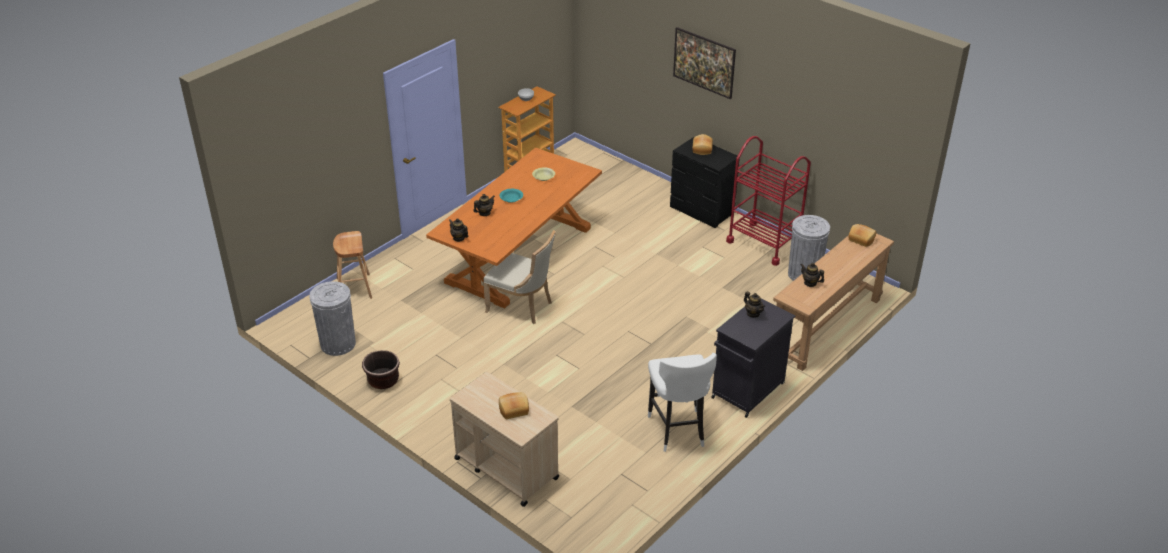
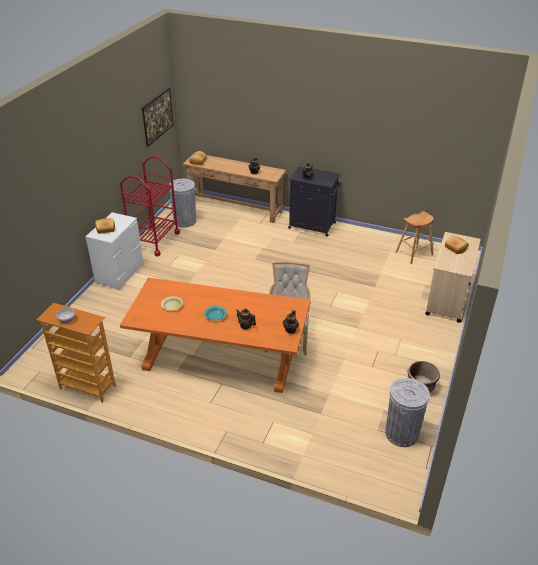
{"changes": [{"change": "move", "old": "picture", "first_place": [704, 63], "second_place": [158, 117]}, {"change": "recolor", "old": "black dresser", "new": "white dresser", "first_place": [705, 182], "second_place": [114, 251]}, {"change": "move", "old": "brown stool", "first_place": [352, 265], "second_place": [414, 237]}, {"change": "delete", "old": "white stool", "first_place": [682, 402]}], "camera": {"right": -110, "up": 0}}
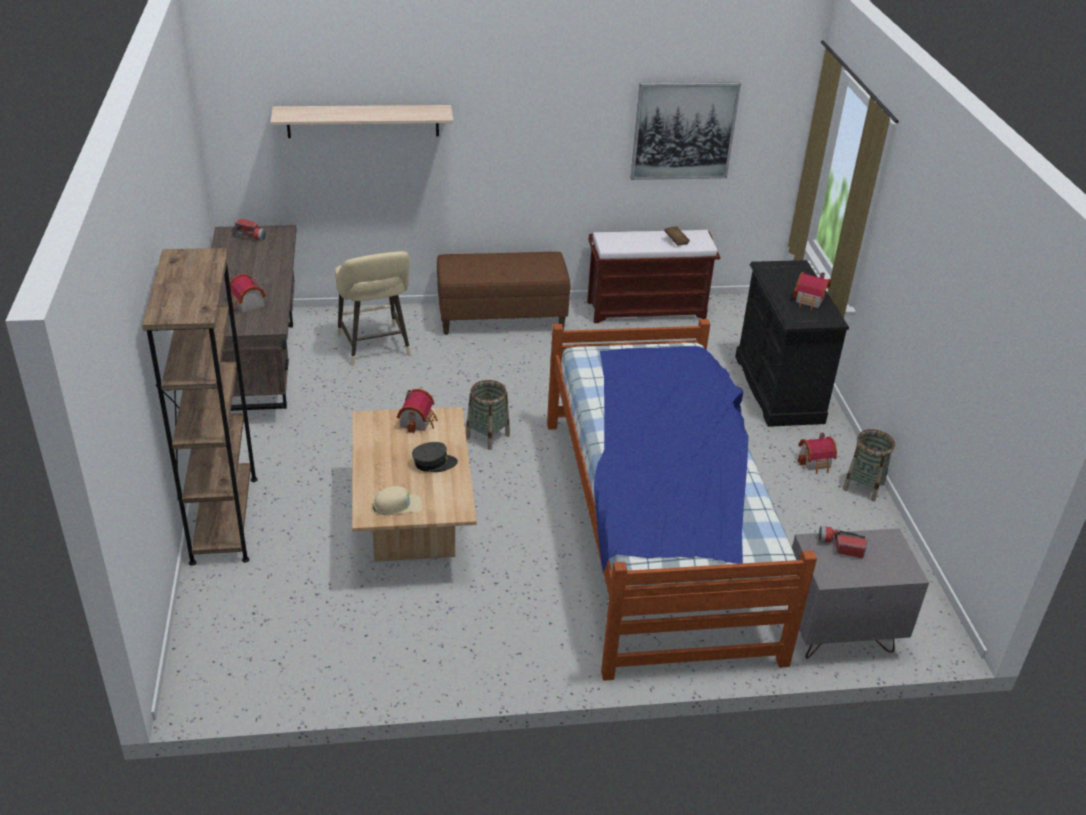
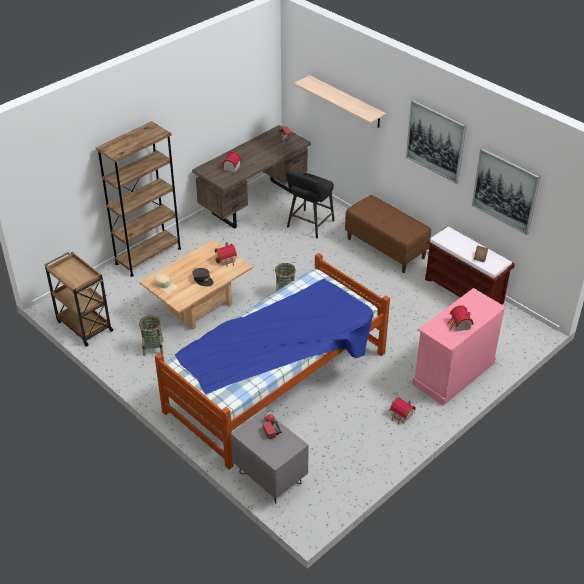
{"changes": [{"change": "recolor", "old": "beige stool", "new": "black stool", "first_place": [373, 308], "second_place": [310, 204]}, {"change": "recolor", "old": "black dresser", "new": "pink dresser", "first_place": [792, 343], "second_place": [459, 347]}, {"change": "move", "old": "basket", "first_place": [869, 465], "second_place": [151, 335]}, {"change": "insert", "new": "picture", "second_place": [436, 142]}, {"change": "insert", "new": "brown cart", "second_place": [79, 299]}], "camera": {"right": 55, "up": 5}}
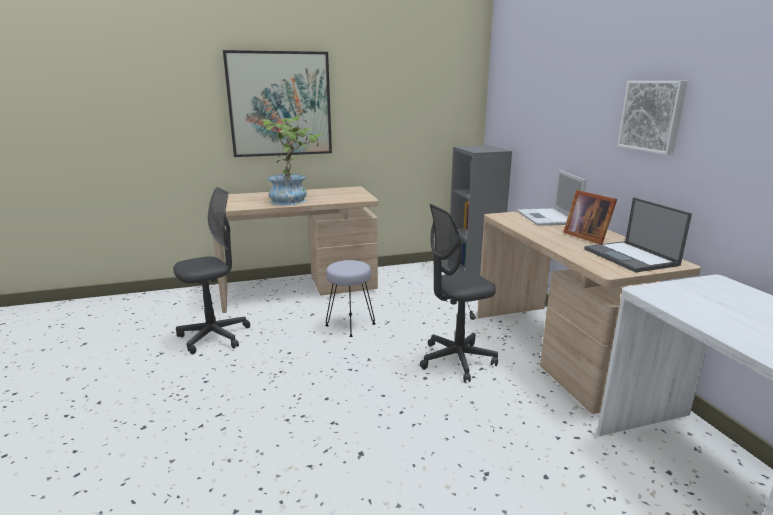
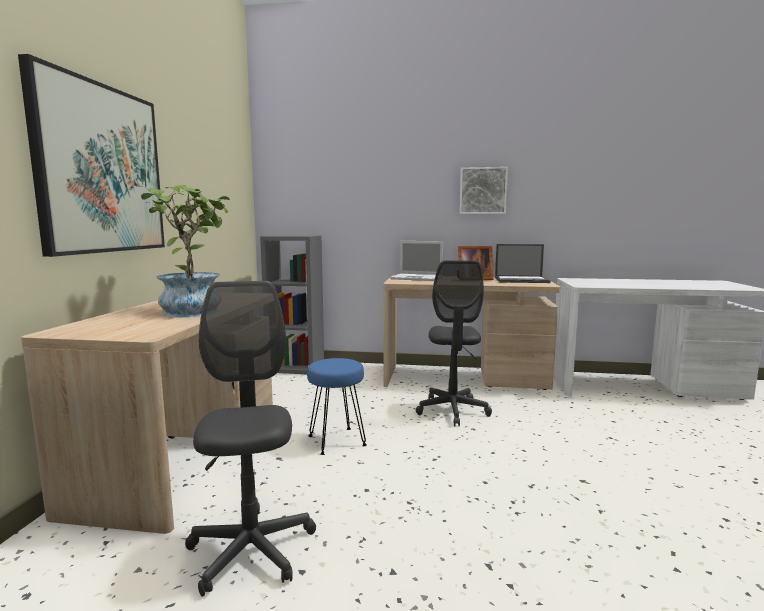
{"changes": [{"change": "recolor", "old": "grey stool", "new": "blue stool", "first_place": [350, 298], "second_place": [337, 406]}], "camera": {"right": -65, "up": -10}}
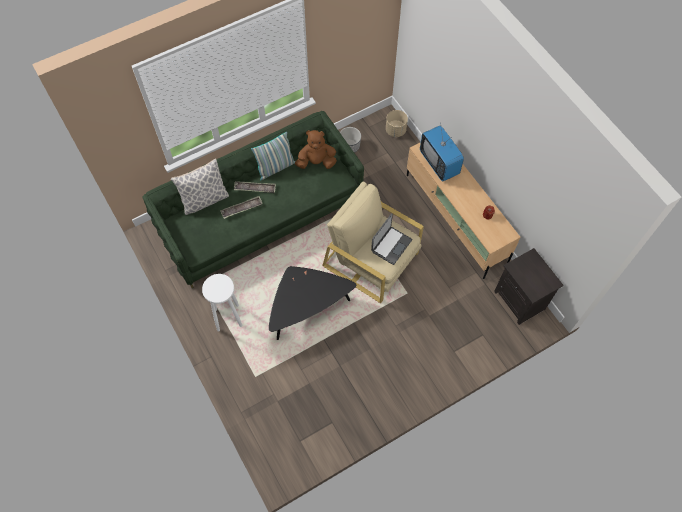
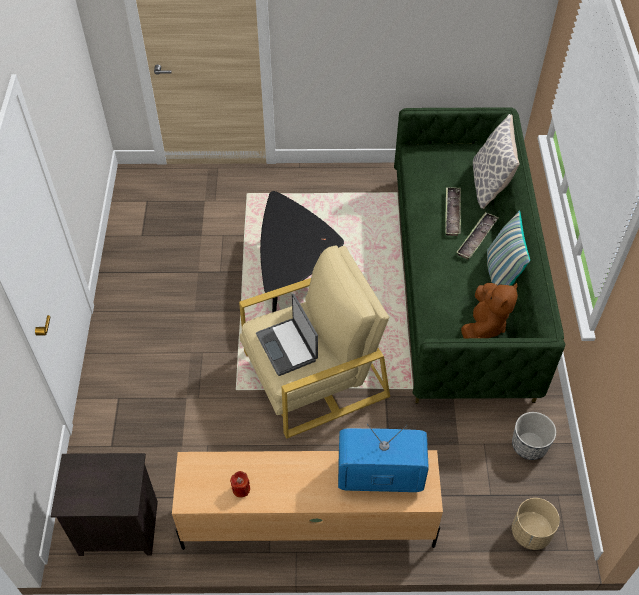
{"changes": [{"change": "delete", "old": "white stool", "first_place": [222, 303]}], "camera": {"right": 120, "up": -10}}
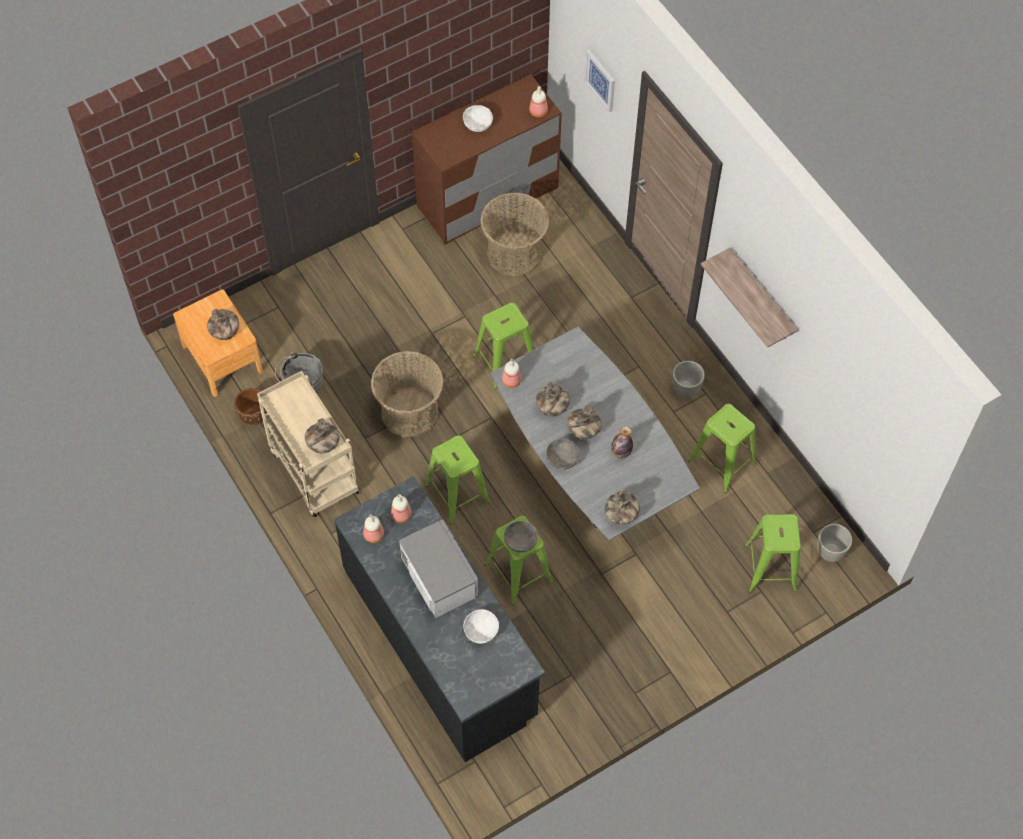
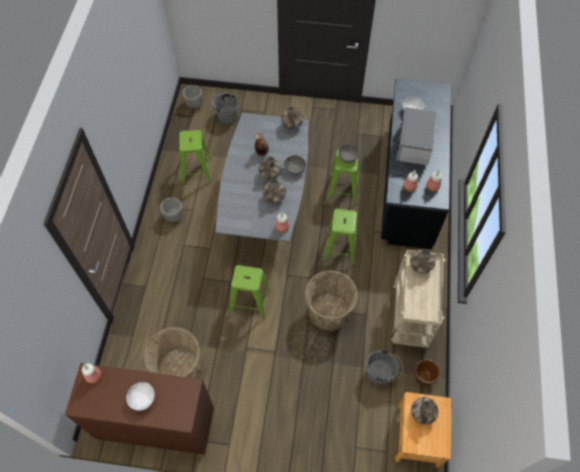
{"changes": [{"change": "delete", "old": "picture", "first_place": [599, 81]}, {"change": "delete", "old": "shelf", "first_place": [749, 298]}, {"change": "replace", "old": "green stool", "new": "grey bucket", "first_place": [773, 553], "second_place": [224, 107]}], "camera": {"right": -140, "up": 0}}
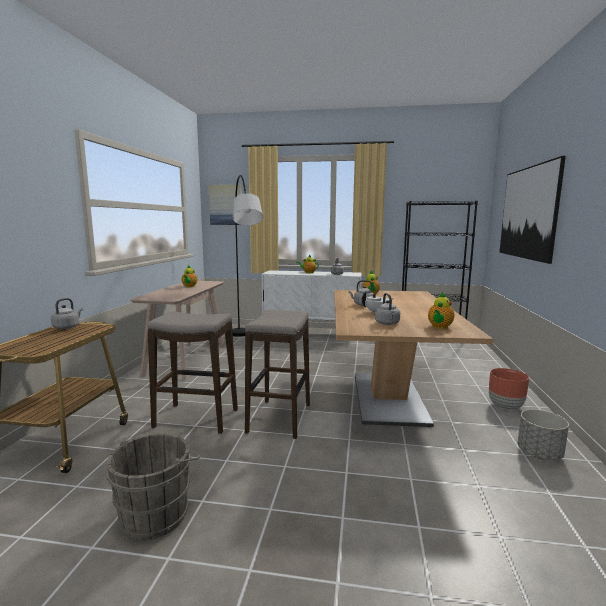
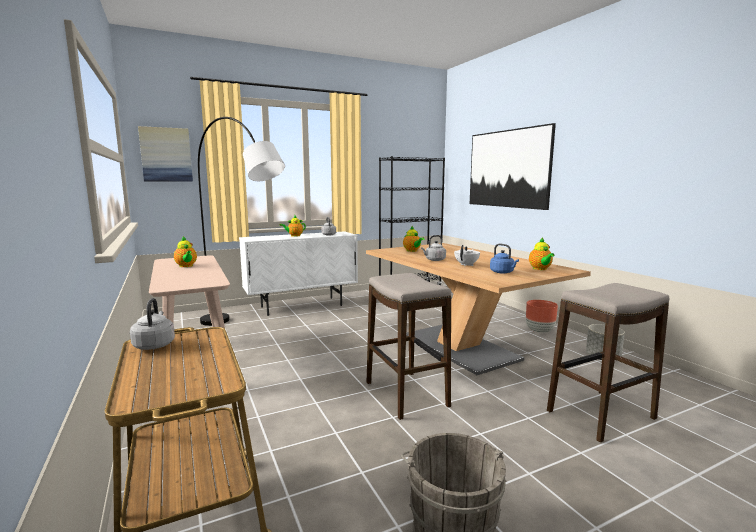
{"changes": [{"change": "recolor", "old": "grey kettle", "new": "blue kettle", "first_place": [387, 309], "second_place": [504, 259]}, {"change": "move", "old": "stool", "first_place": [193, 373], "second_place": [608, 362]}], "camera": {"right": -35, "up": 0}}
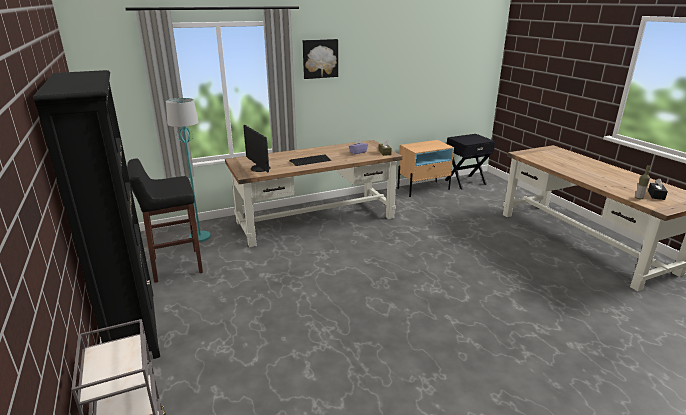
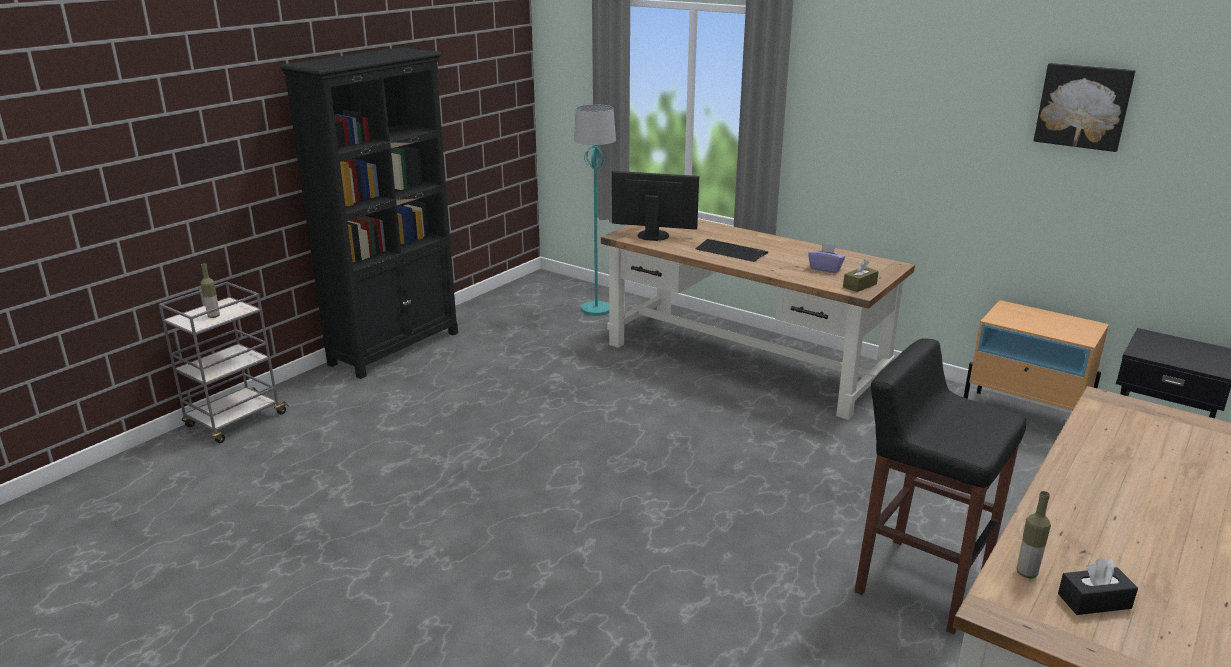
{"changes": [{"change": "move", "old": "picture", "first_place": [320, 59], "second_place": [1085, 107]}, {"change": "rotate", "old": "monitor", "first_place": [257, 148], "second_place": [655, 206], "degrees": 75}, {"change": "move", "old": "black stool", "first_place": [165, 220], "second_place": [940, 486]}, {"change": "insert", "new": "bottle", "second_place": [210, 290]}], "camera": {"right": 60, "up": 0}}
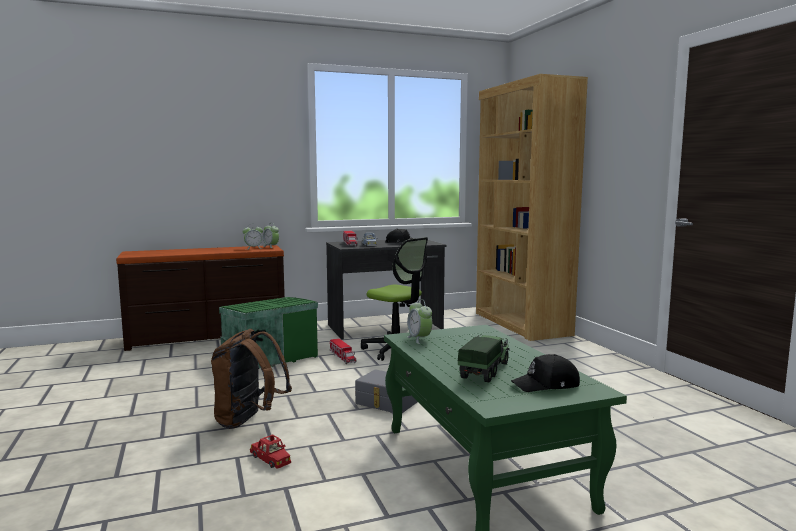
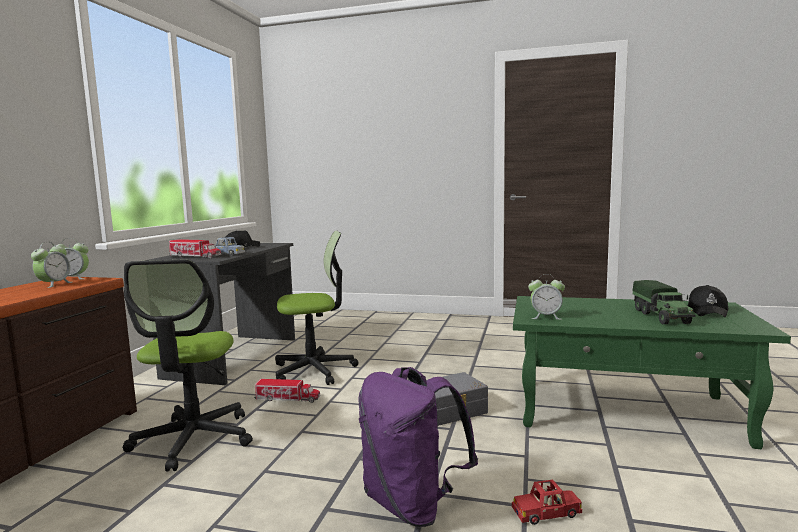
{"changes": [{"change": "delete", "old": "brown bookcase", "first_place": [532, 207]}, {"change": "replace", "old": "green storage box", "new": "office chair", "first_place": [268, 332], "second_place": [188, 366]}, {"change": "recolor", "old": "brown backpack", "new": "purple backpack", "first_place": [251, 379], "second_place": [418, 447]}, {"change": "rotate", "old": "toy truck", "first_place": [484, 359], "second_place": [664, 302], "degrees": -150}], "camera": {"right": -55, "up": 0}}
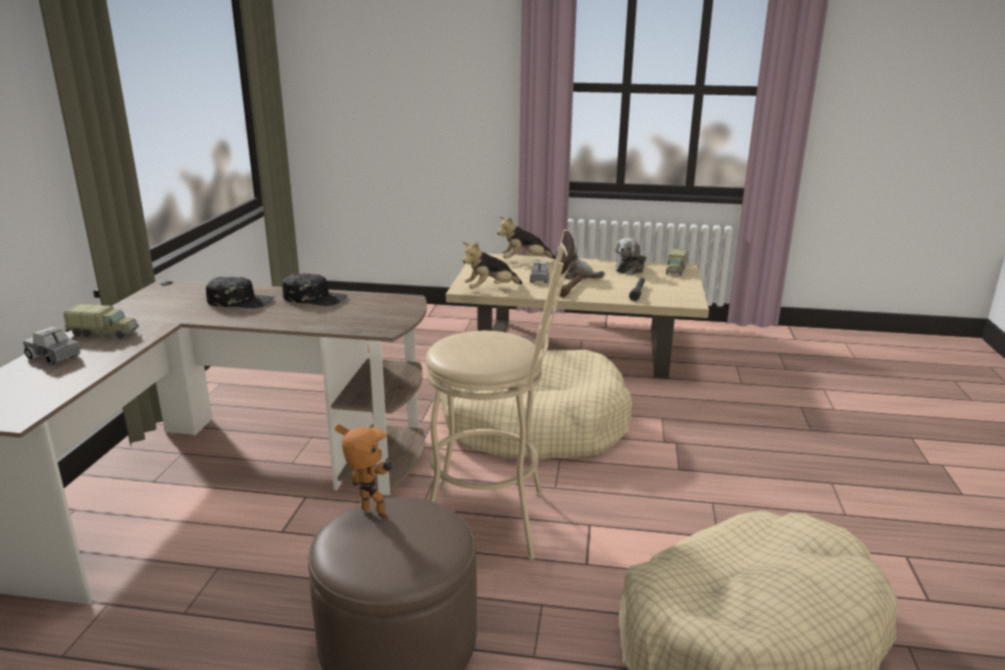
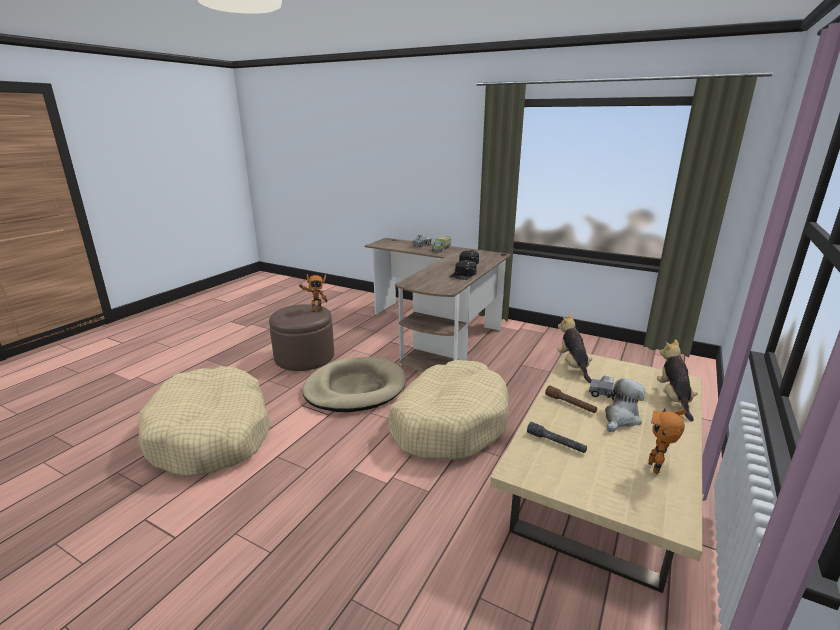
{"changes": [{"change": "replace", "old": "beige stool", "new": "beige dog bed", "first_place": [500, 394], "second_place": [354, 384]}, {"change": "replace", "old": "plush toy", "new": "toy robot", "first_place": [630, 256], "second_place": [668, 441]}, {"change": "delete", "old": "toy truck", "first_place": [677, 262]}], "camera": {"right": 110, "up": 0}}
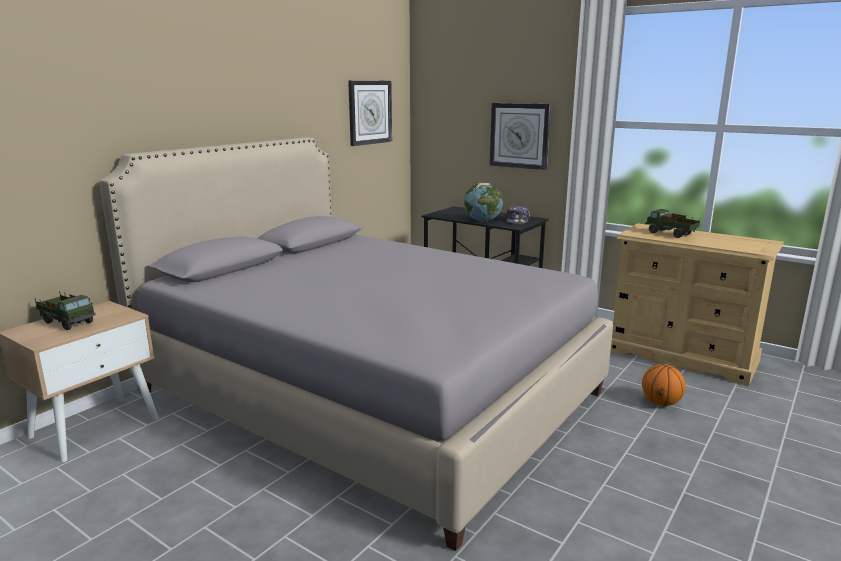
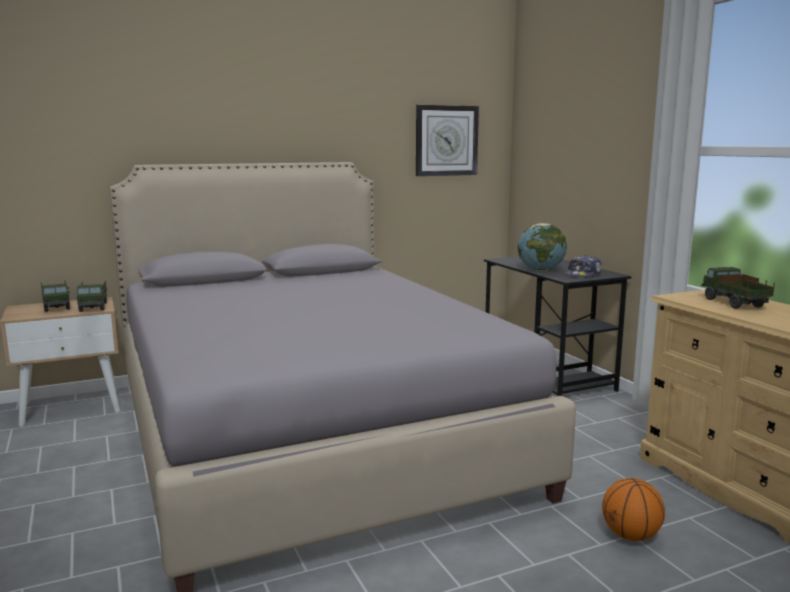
{"changes": [{"change": "delete", "old": "wall clock", "first_place": [520, 136]}, {"change": "insert", "new": "toy truck", "second_place": [92, 296]}], "camera": {"right": 30, "up": -5}}
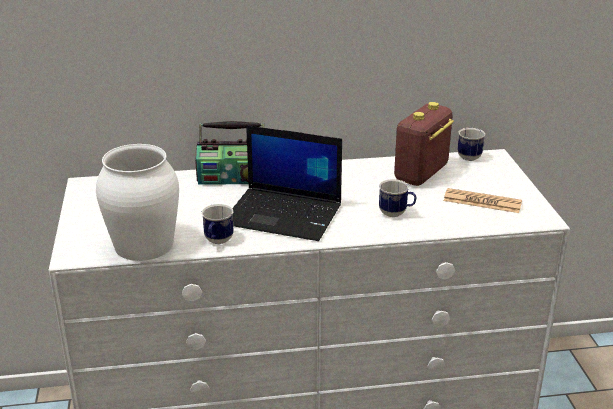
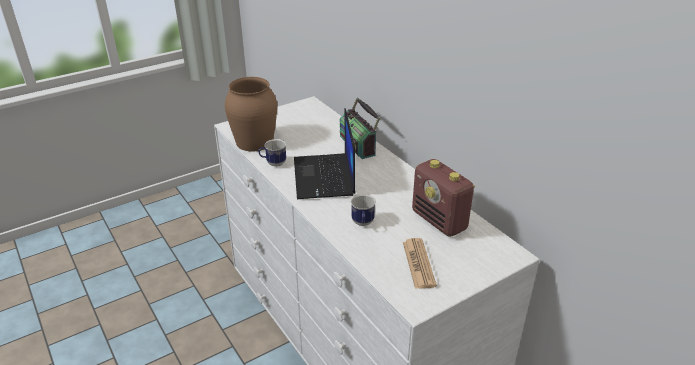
{"changes": [{"change": "rotate", "old": "radio", "first_place": [424, 144], "second_place": [443, 198], "degrees": -135}, {"change": "delete", "old": "mug", "first_place": [471, 144]}, {"change": "recolor", "old": "white vase", "new": "brown vase", "first_place": [137, 202], "second_place": [251, 114]}], "camera": {"right": 65, "up": 5}}
